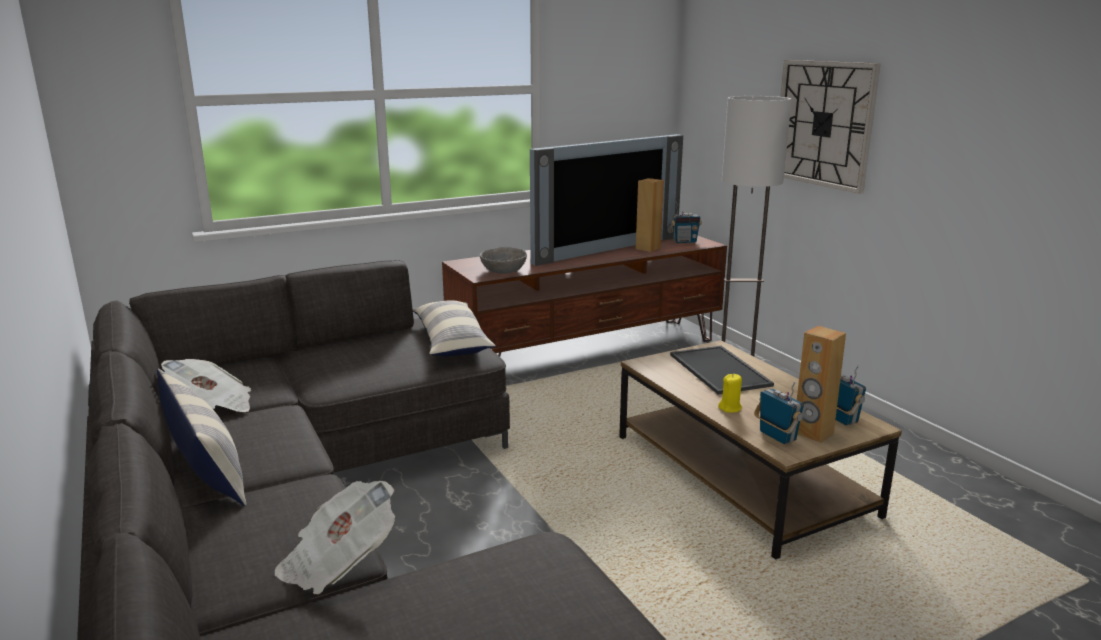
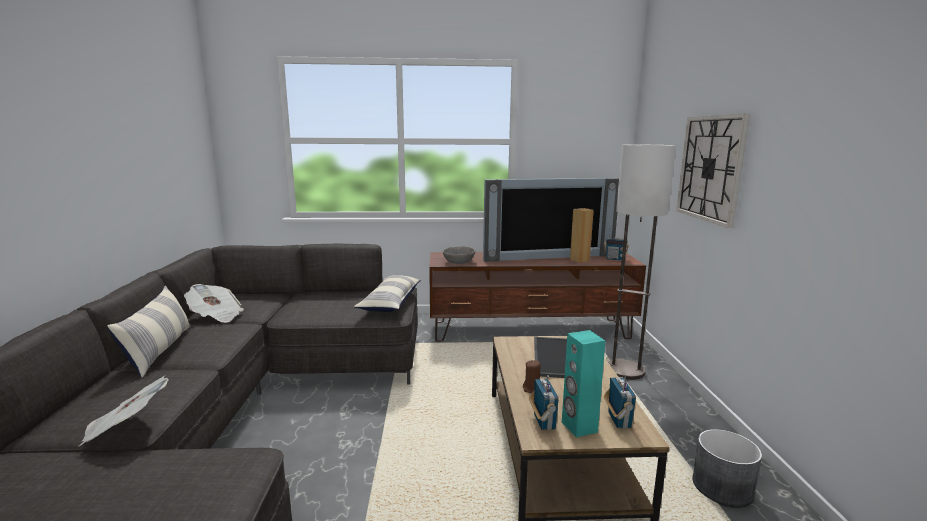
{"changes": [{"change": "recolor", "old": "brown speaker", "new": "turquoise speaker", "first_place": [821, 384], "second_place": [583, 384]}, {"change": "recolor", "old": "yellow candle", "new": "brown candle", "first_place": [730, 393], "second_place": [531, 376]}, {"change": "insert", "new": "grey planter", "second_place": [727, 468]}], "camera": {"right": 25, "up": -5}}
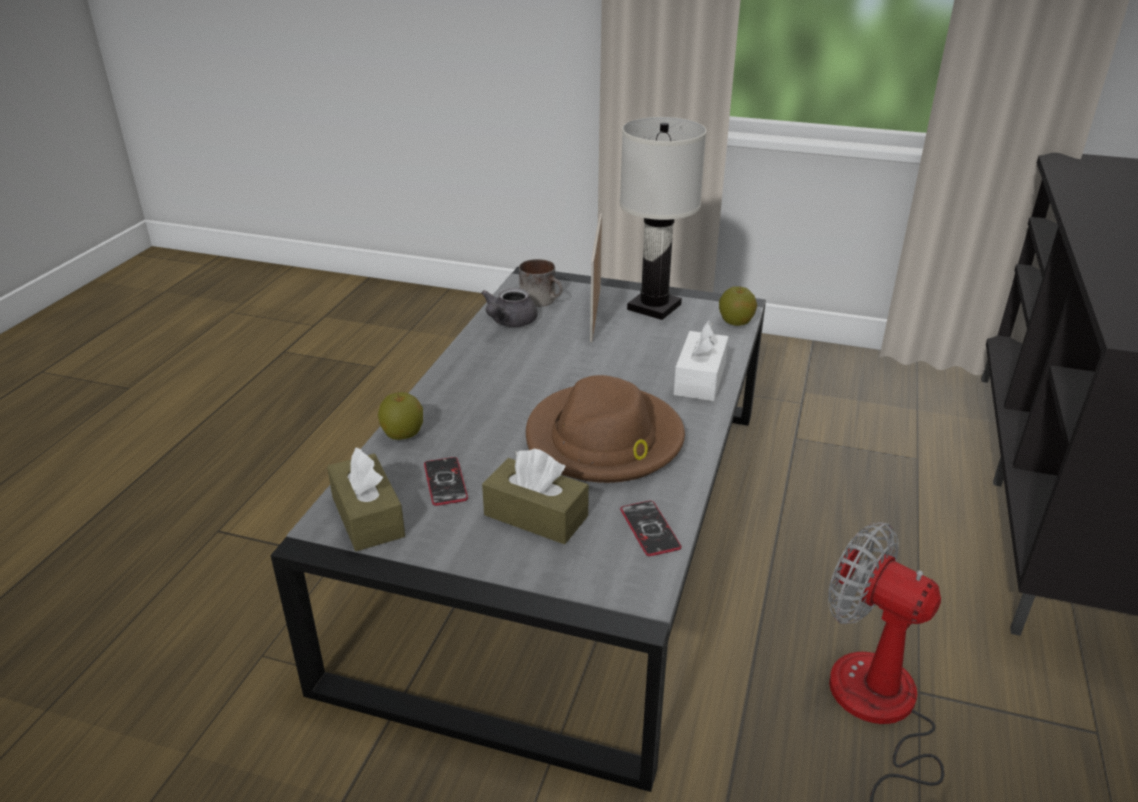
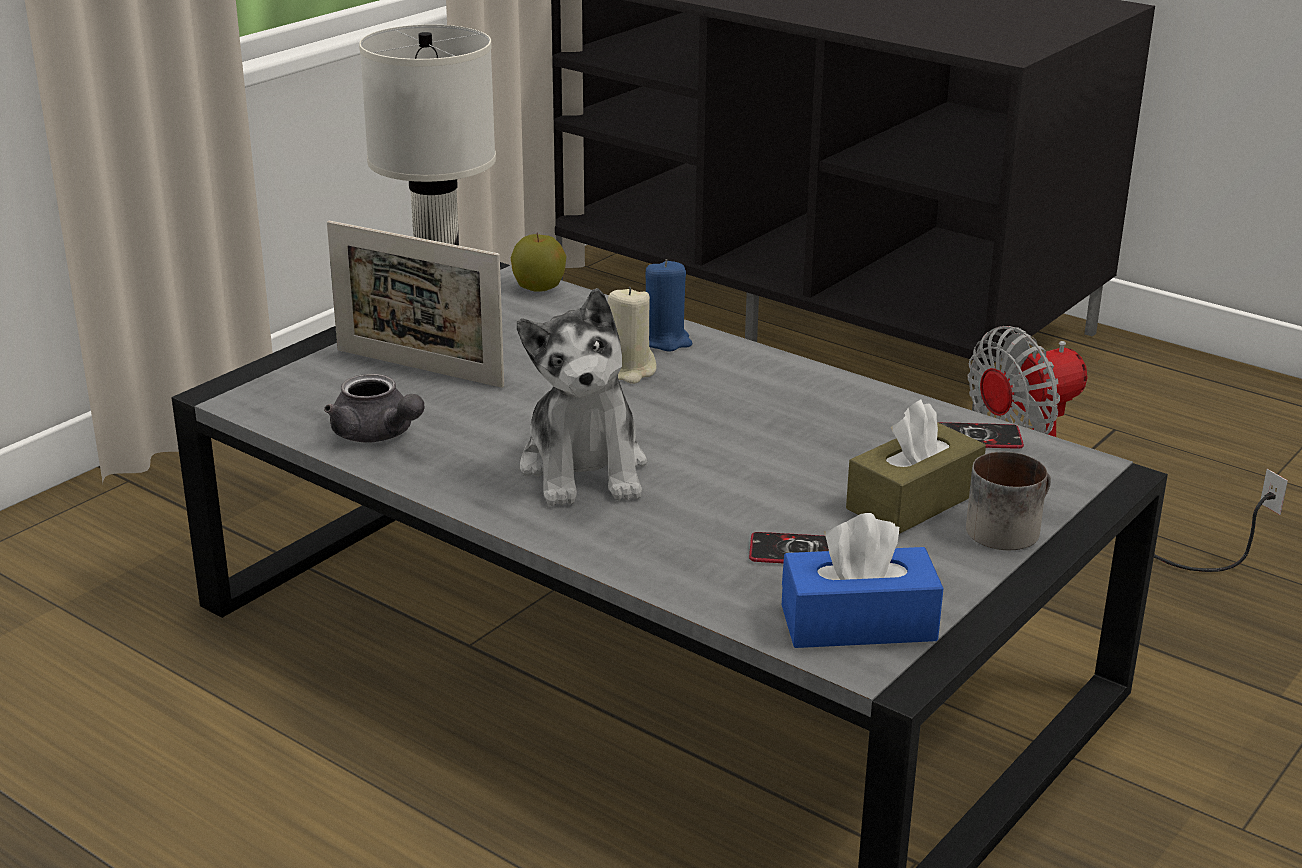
{"changes": [{"change": "move", "old": "mug", "first_place": [541, 283], "second_place": [1008, 501]}, {"change": "replace", "old": "white tissue box", "new": "blue candle", "first_place": [701, 361], "second_place": [669, 305]}, {"change": "delete", "old": "brown hat", "first_place": [605, 429]}, {"change": "delete", "old": "apple", "first_place": [400, 416]}, {"change": "recolor", "old": "brown tissue box", "new": "blue tissue box", "first_place": [366, 499], "second_place": [862, 580]}, {"change": "insert", "new": "beige candle", "second_place": [632, 335]}, {"change": "insert", "new": "plush toy", "second_place": [582, 397]}], "camera": {"right": -70, "up": -5}}
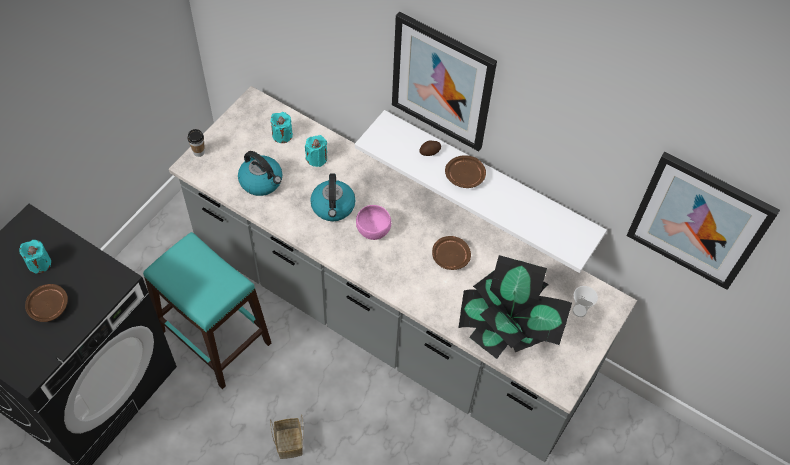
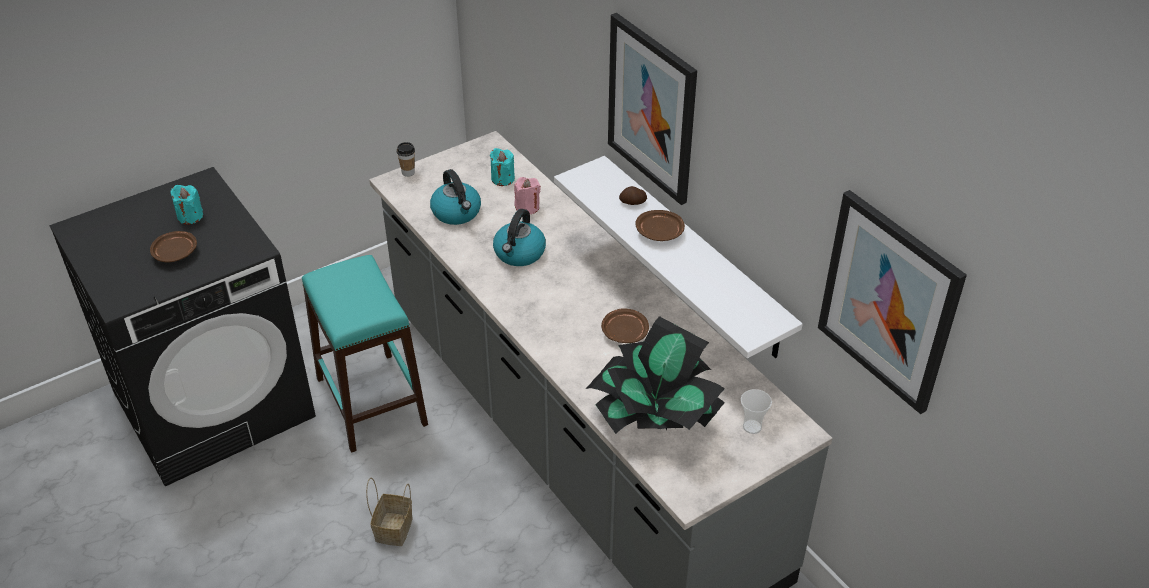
{"changes": [{"change": "recolor", "old": "turquoise candle", "new": "pink candle", "first_place": [316, 151], "second_place": [527, 195]}, {"change": "delete", "old": "pink bowl", "first_place": [373, 222]}], "camera": {"right": 25, "up": -15}}
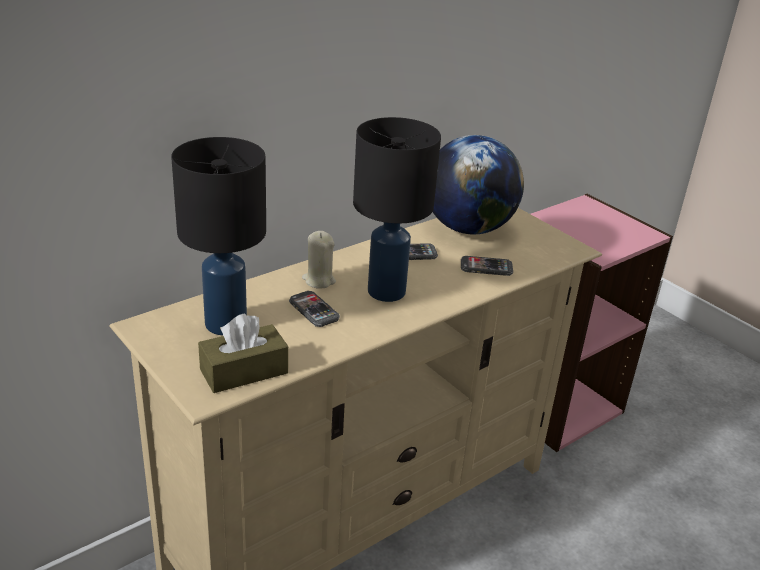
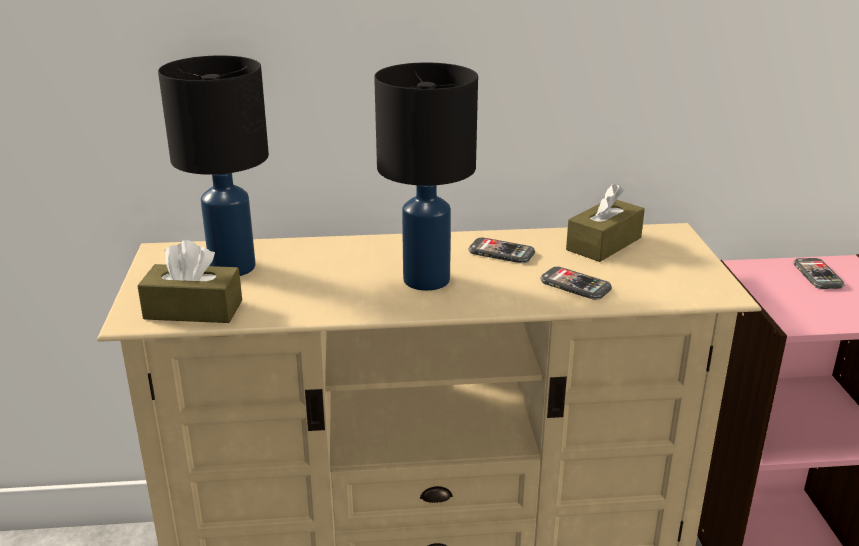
{"changes": [{"change": "replace", "old": "globe", "new": "brown tissue box", "first_place": [478, 184], "second_place": [605, 223]}, {"change": "delete", "old": "beige candle", "first_place": [319, 259]}, {"change": "move", "old": "phone", "first_place": [314, 309], "second_place": [819, 273]}], "camera": {"right": 35, "up": -5}}
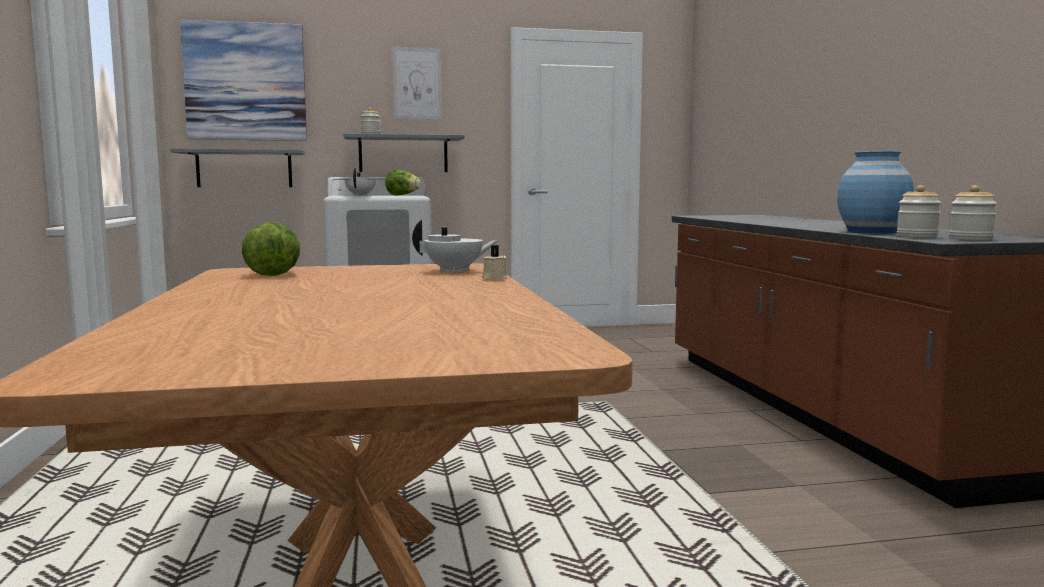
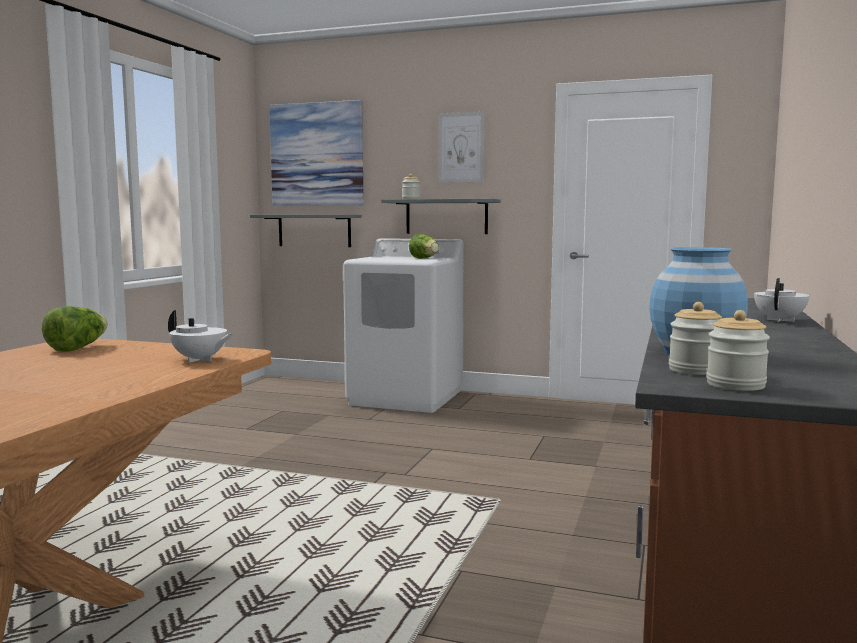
{"changes": [{"change": "move", "old": "white teapot", "first_place": [360, 182], "second_place": [782, 300]}, {"change": "delete", "old": "beige candle", "first_place": [494, 262]}], "camera": {"right": 30, "up": 0}}
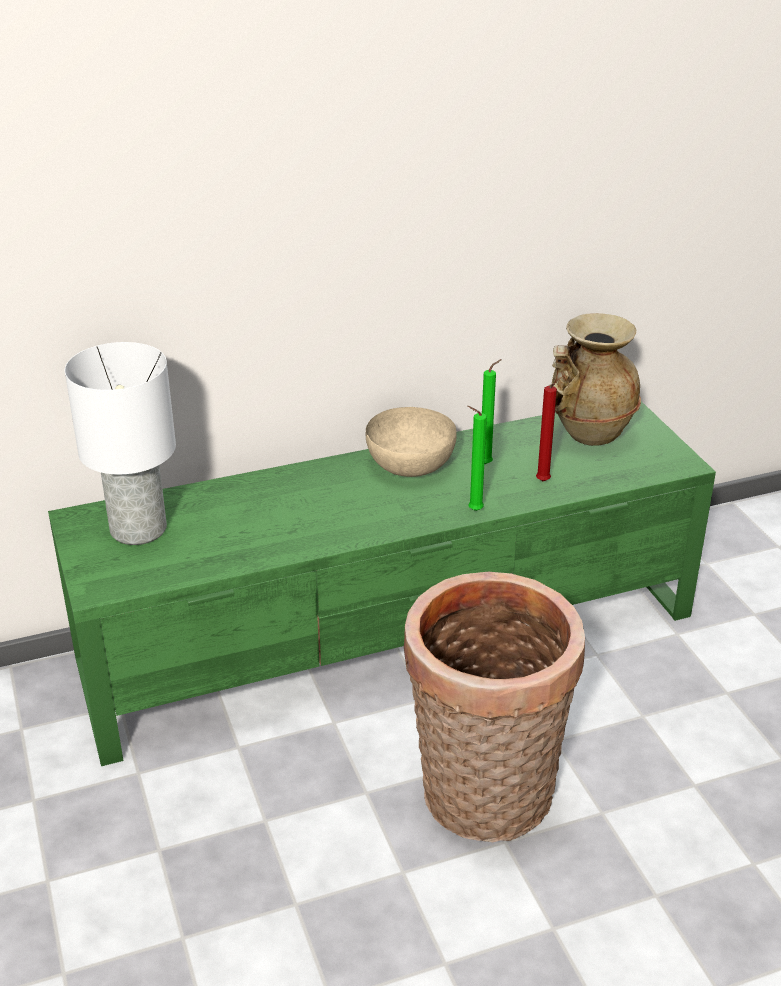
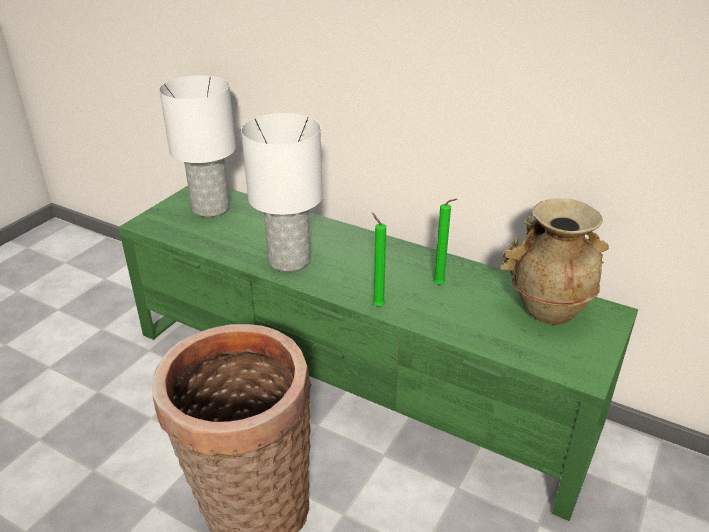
{"changes": [{"change": "delete", "old": "red candle", "first_place": [546, 432]}, {"change": "delete", "old": "beige bowl", "first_place": [411, 442]}, {"change": "insert", "new": "white table lamp", "second_place": [281, 192]}], "camera": {"right": 50, "up": 0}}
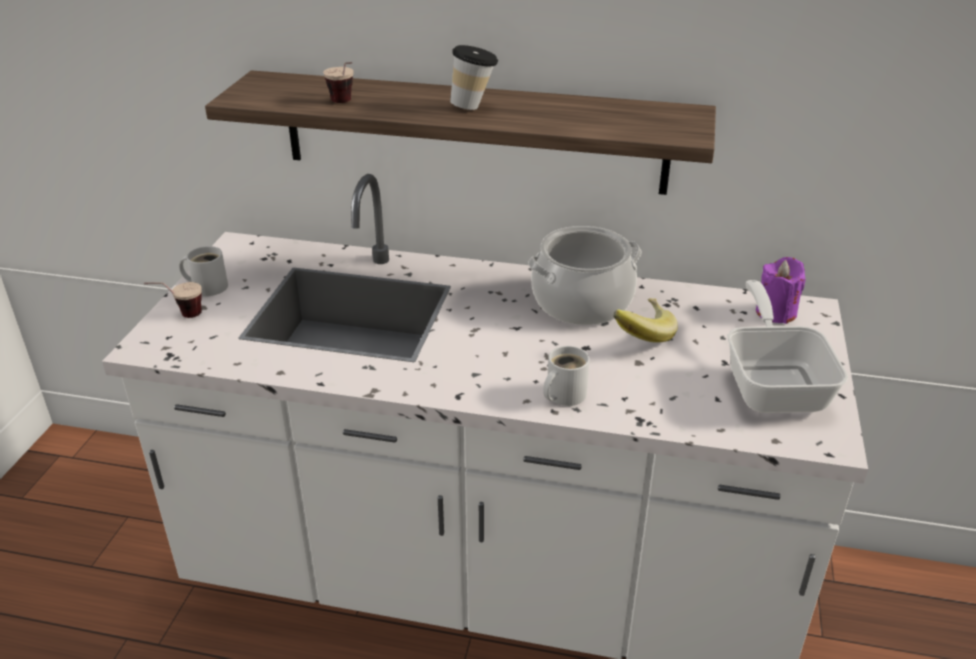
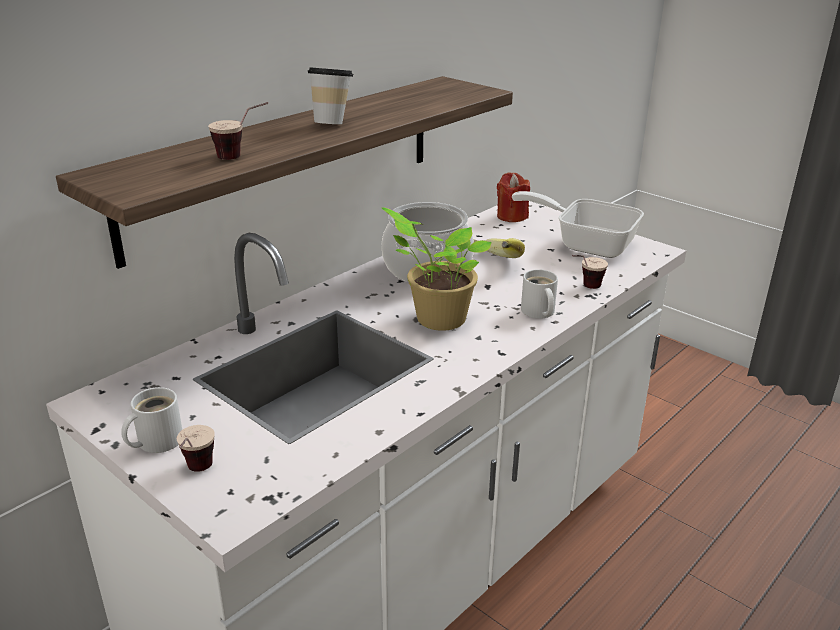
{"changes": [{"change": "recolor", "old": "purple candle", "new": "red candle", "first_place": [781, 290], "second_place": [513, 197]}, {"change": "insert", "new": "potted plant", "second_place": [437, 269]}, {"change": "insert", "new": "cup", "second_place": [590, 272]}], "camera": {"right": -60, "up": -5}}
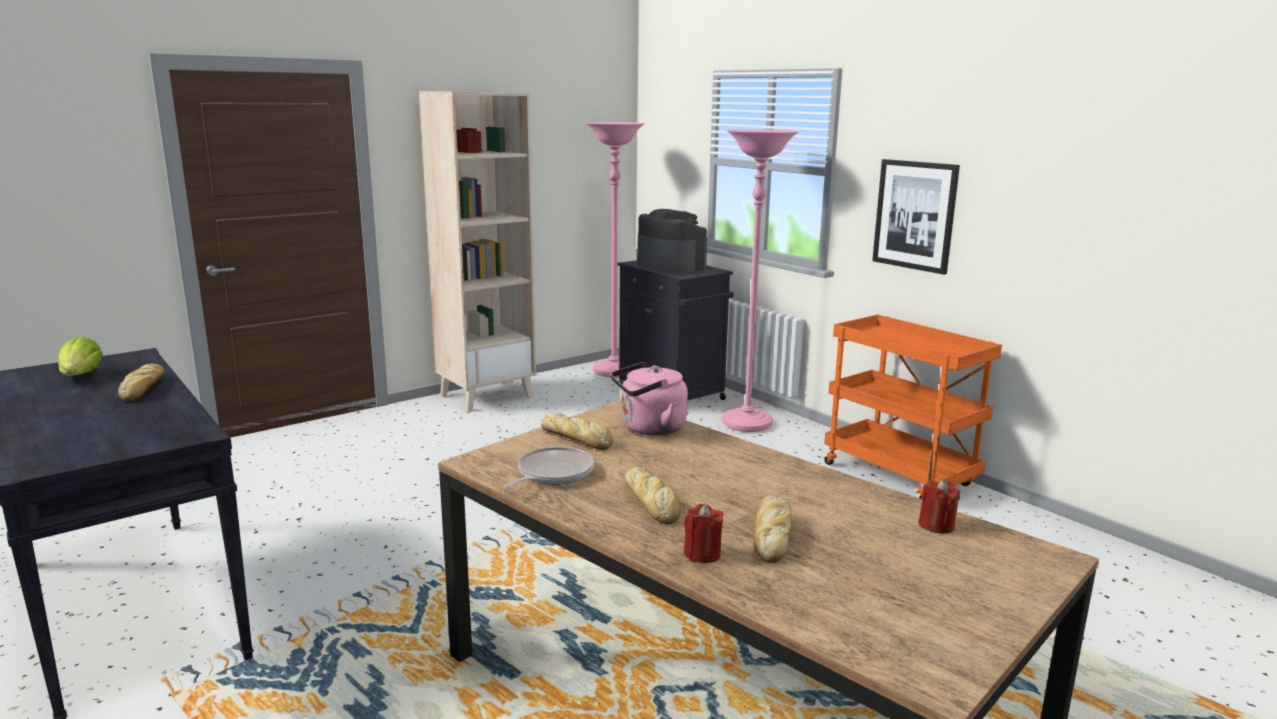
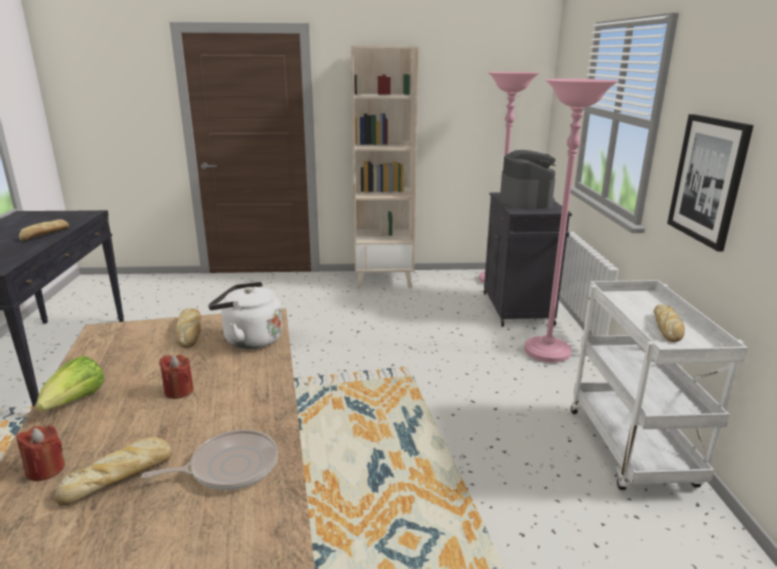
{"changes": [{"change": "recolor", "old": "orange cart", "new": "white cart", "first_place": [913, 407], "second_place": [659, 385]}, {"change": "move", "old": "lettuce", "first_place": [80, 356], "second_place": [70, 383]}, {"change": "recolor", "old": "pink kettle", "new": "white kettle", "first_place": [649, 399], "second_place": [245, 315]}, {"change": "move", "old": "frying pan", "first_place": [549, 467], "second_place": [209, 460]}, {"change": "move", "old": "bread", "first_place": [653, 495], "second_place": [669, 323]}, {"change": "move", "old": "red candle", "first_place": [939, 506], "second_place": [176, 377]}], "camera": {"right": 35, "up": 5}}
